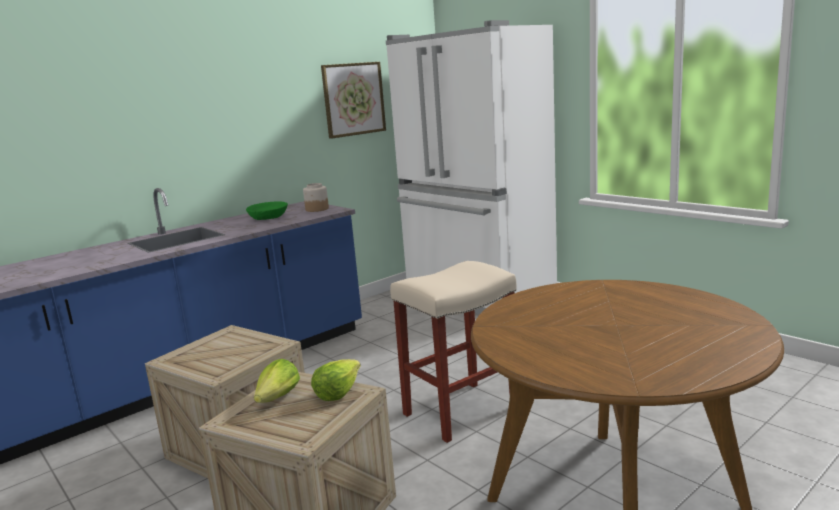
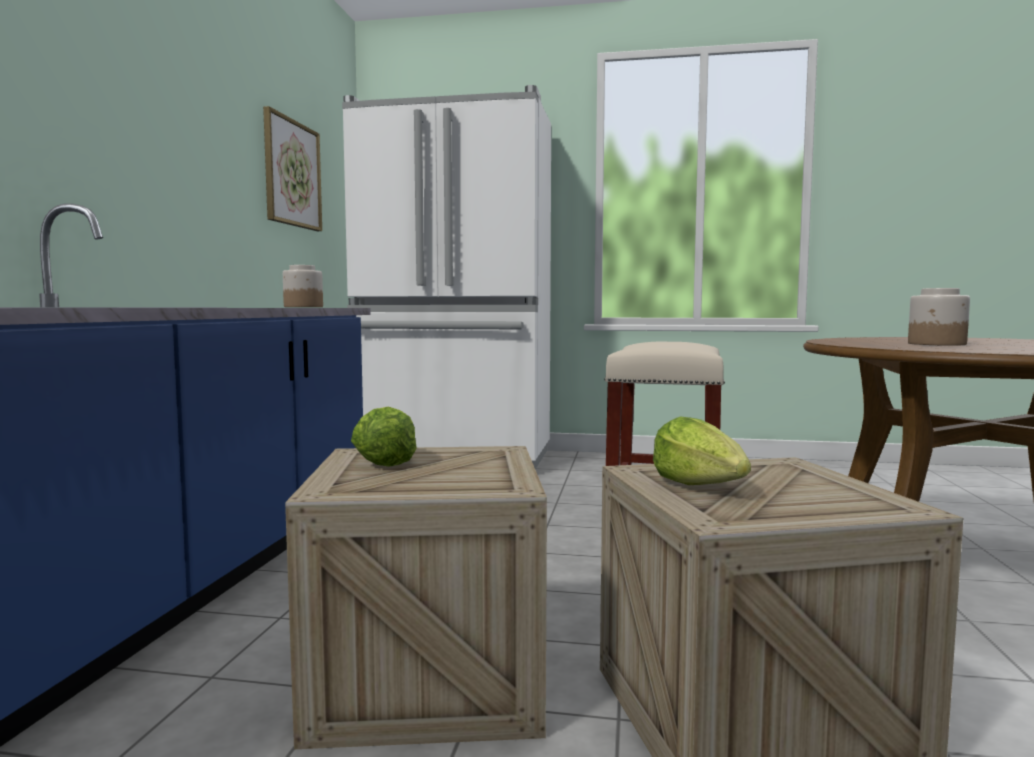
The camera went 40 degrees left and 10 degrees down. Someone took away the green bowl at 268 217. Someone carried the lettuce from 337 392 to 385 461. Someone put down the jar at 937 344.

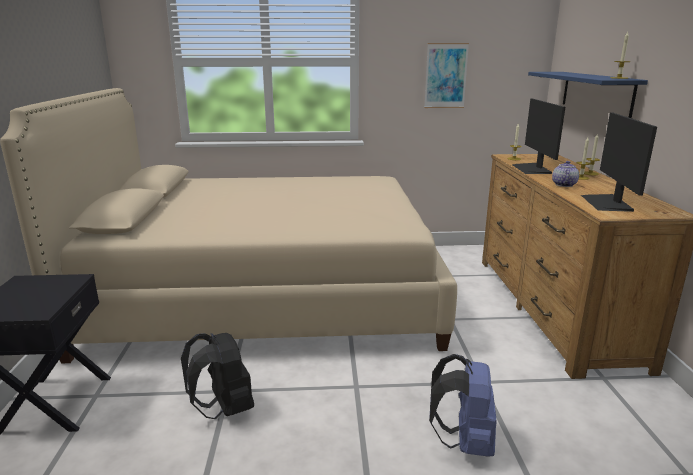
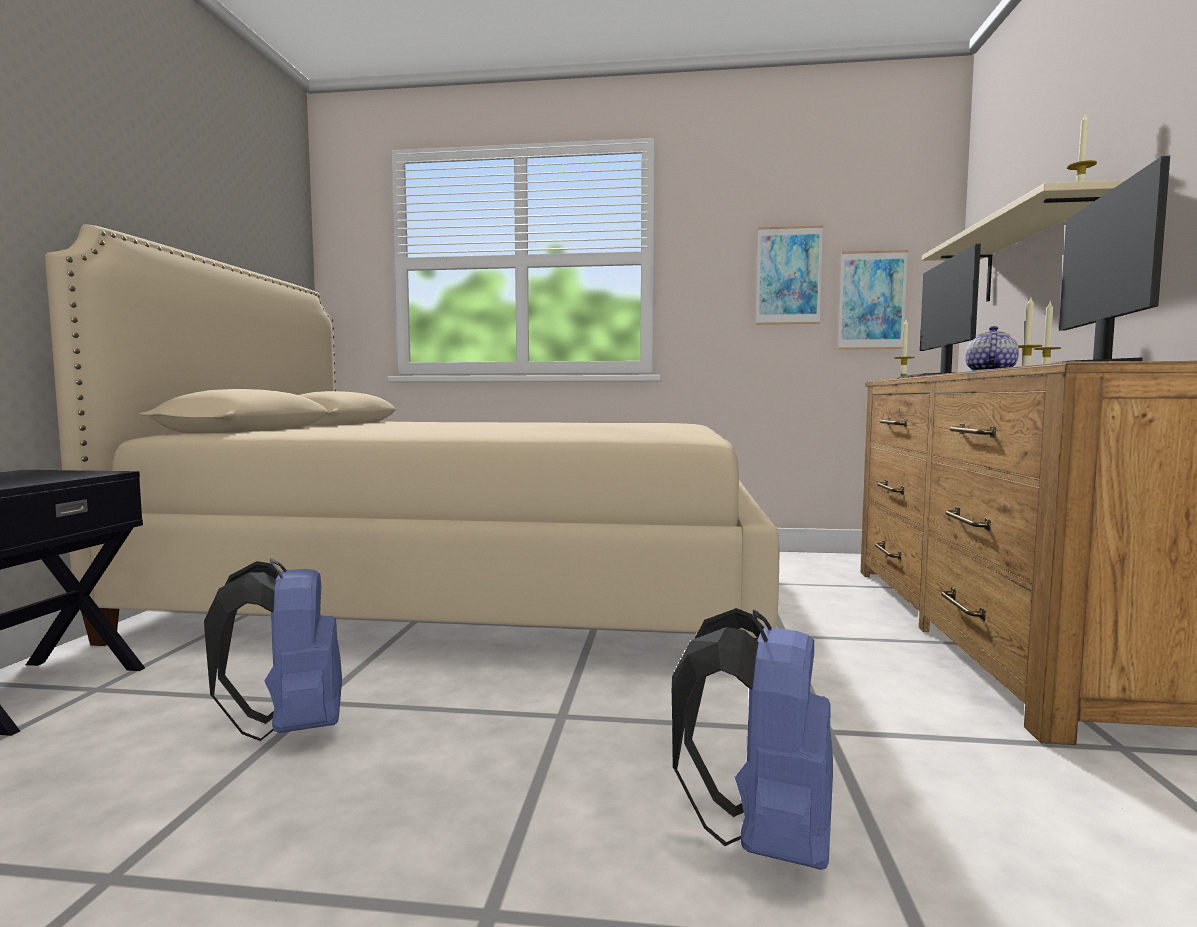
The camera went 10 degrees right and 15 degrees down. Someone repainted the black backpack at 224 408, which became the blue backpack at 291 727. Someone repainted the blue shelf at 596 93, which became the beige shelf at 1042 254. Someone put up the picture at 872 300.

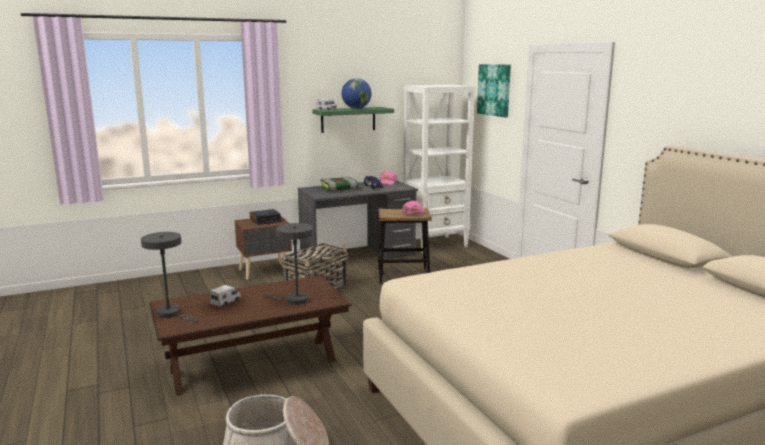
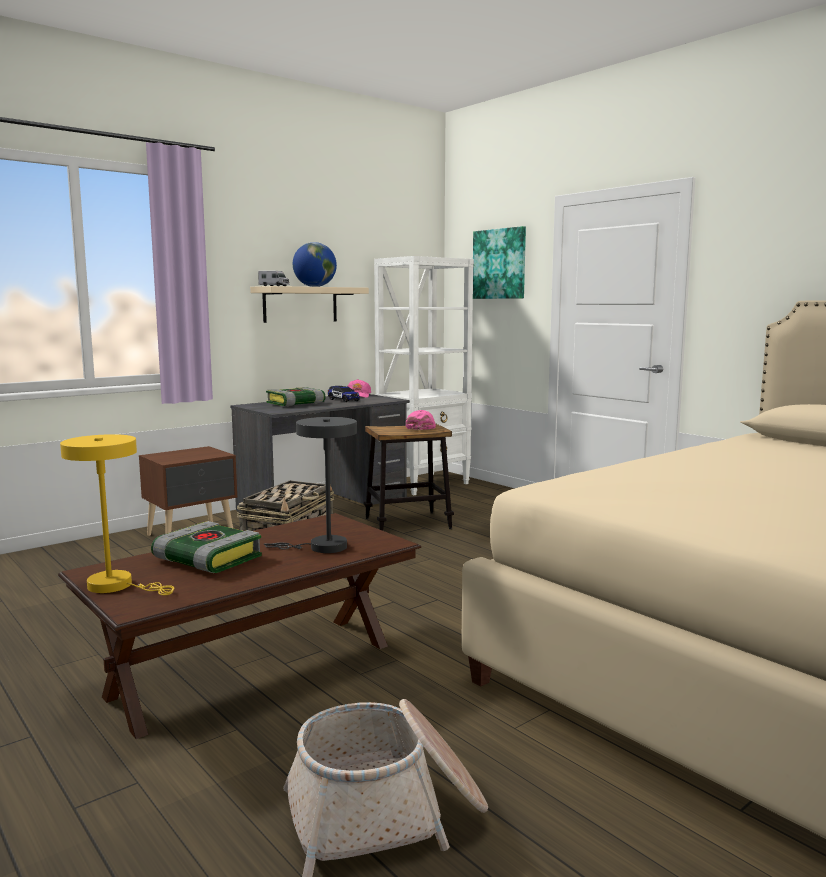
The camera went 15 degrees left and 5 degrees down. Someone repainted the grey table lamp at 172 314, which became the yellow table lamp at 117 586. Someone swapped the toy truck at 226 302 for the book at 206 559. Someone took away the alarm clock at 265 220. Someone repainted the green shelf at 348 119, which became the beige shelf at 300 304.

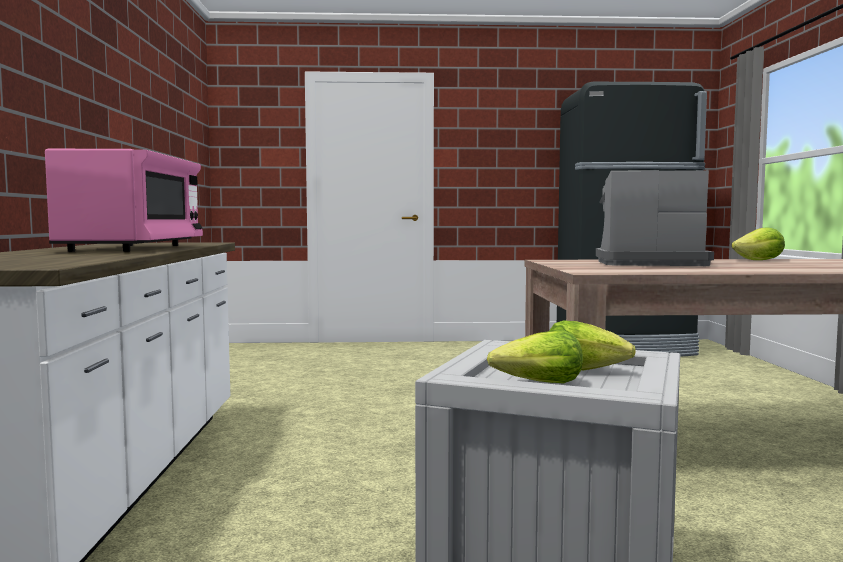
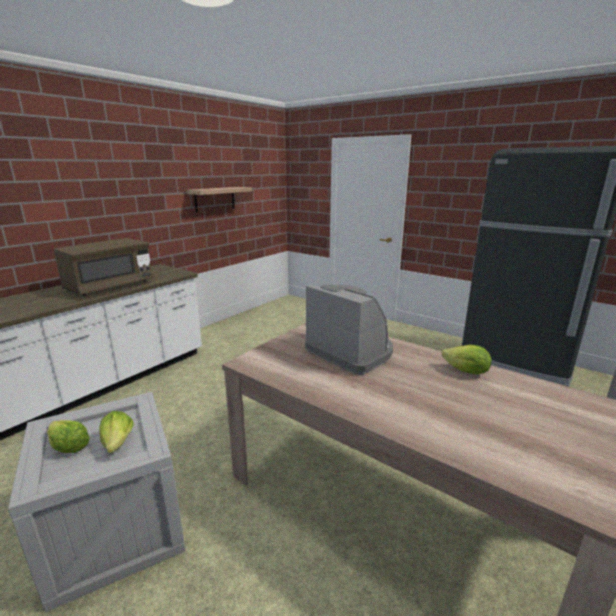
The camera went 40 degrees right and 15 degrees up. Someone repainted the pink microwave at 134 248, which became the brown microwave at 110 286. Someone put up the shelf at 214 199.

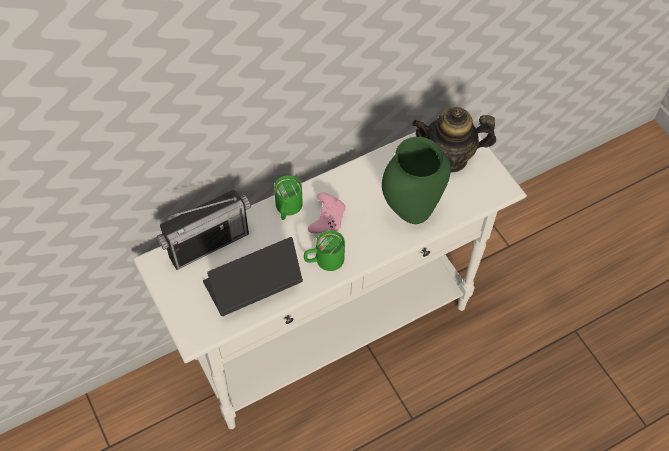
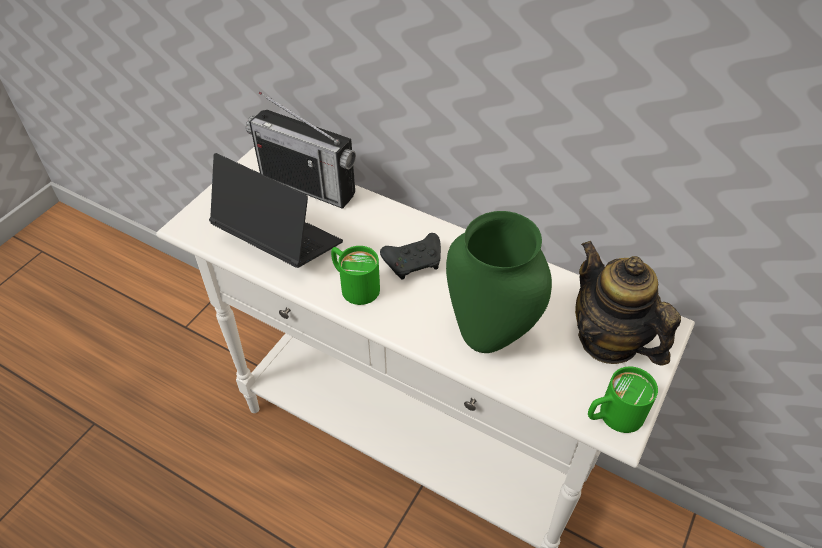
The camera went 60 degrees right and 10 degrees down. Someone carried the green mug from 287 209 to 612 416. Someone repainted the pink game controller at 327 218, which became the black game controller at 414 262.

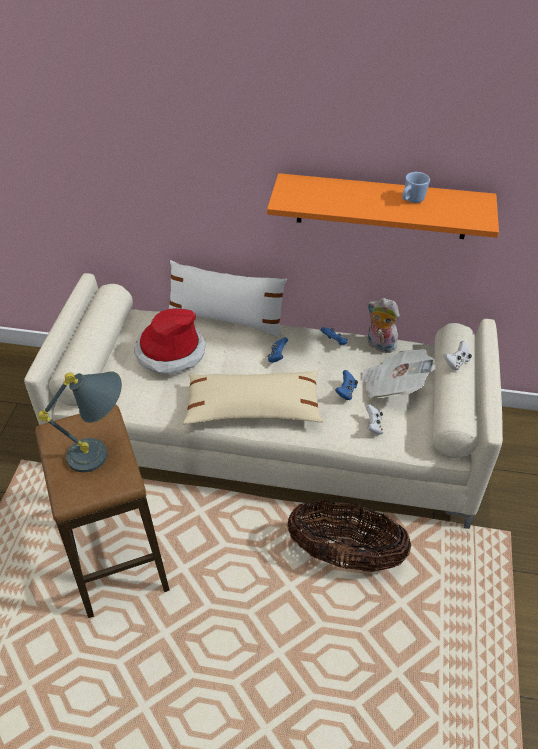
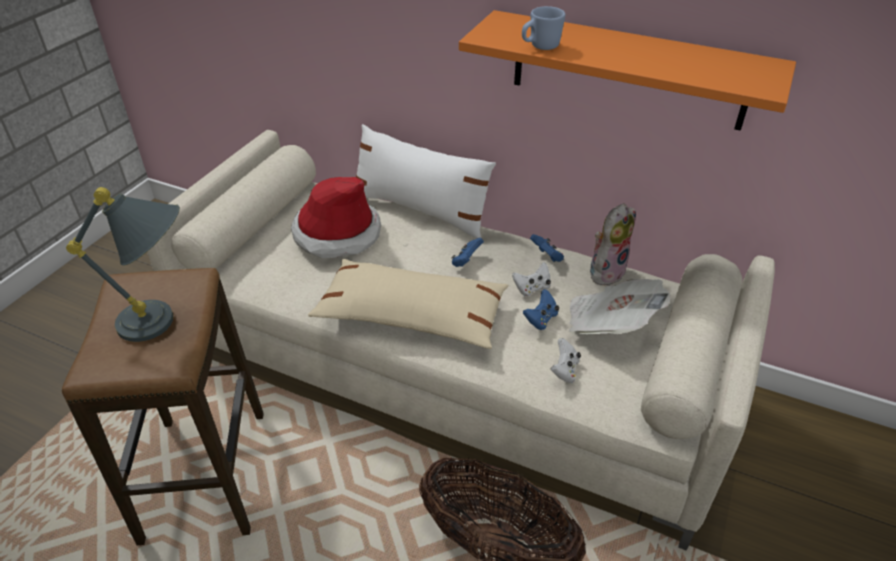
The camera went 15 degrees right and 5 degrees down. Someone rotated the plush toy at 379 345 by 90 degrees clockwise. Someone carried the blue mug from 411 200 to 540 47. Someone carried the white game controller from 456 362 to 532 288.

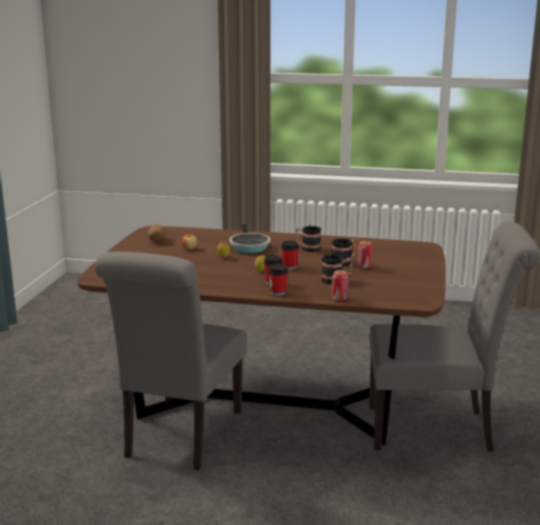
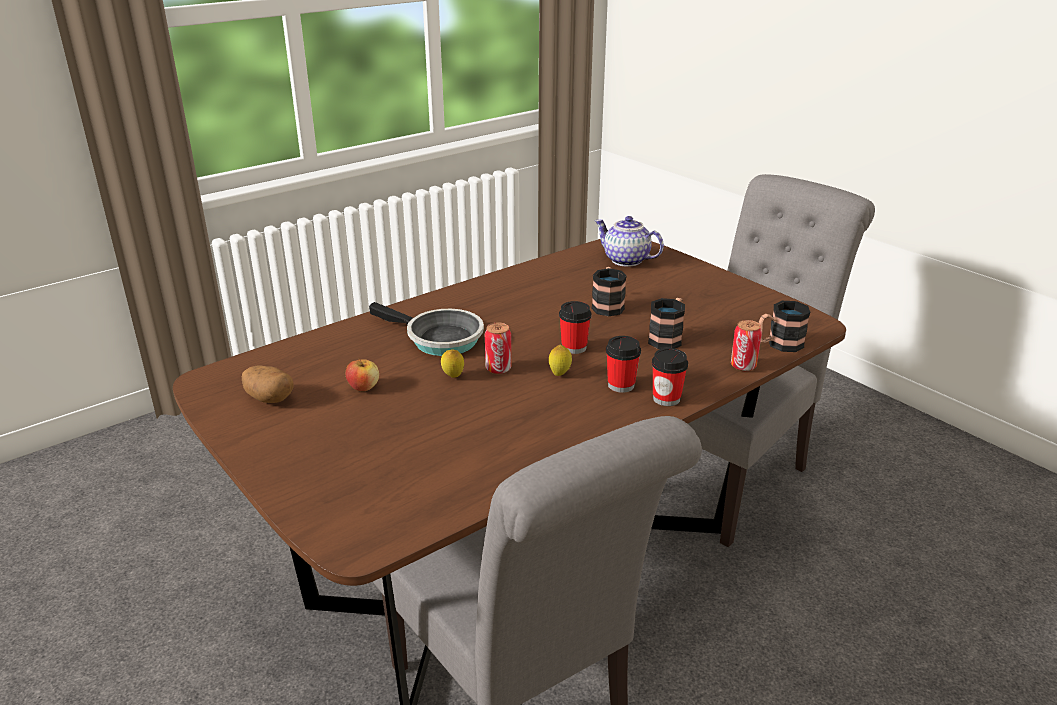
The camera went 50 degrees left and 10 degrees up. Someone carried the mug from 307 248 to 778 344. Someone carried the can from 364 267 to 498 369. Someone put down the teapot at 625 260.

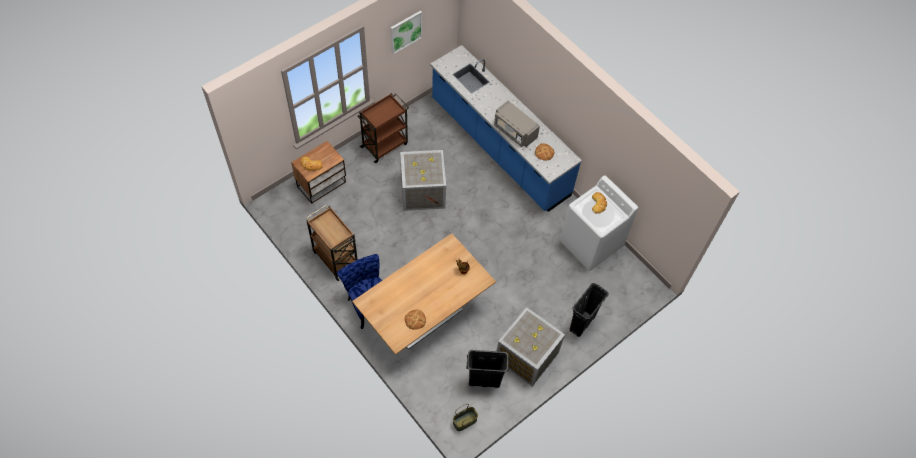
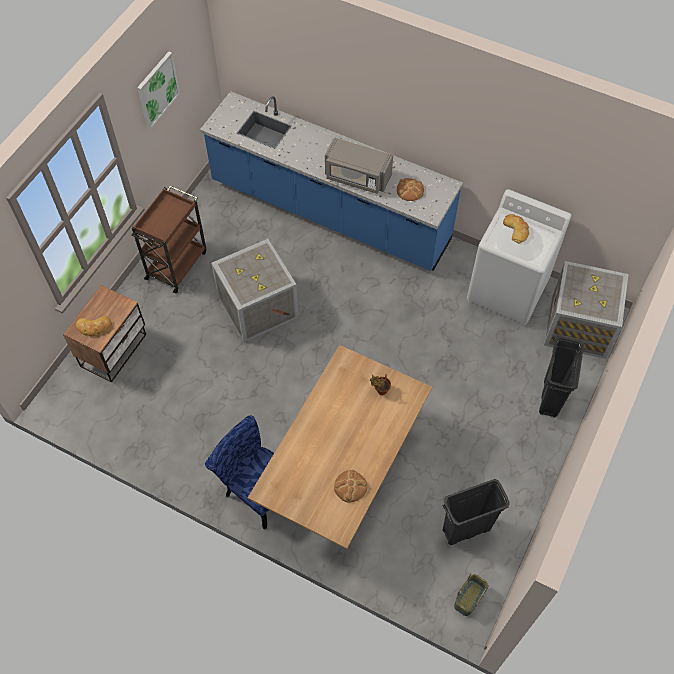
The camera went 20 degrees left and 0 degrees up. Someone took away the brown cart at 335 258. Someone carried the crate from 527 357 to 579 327.

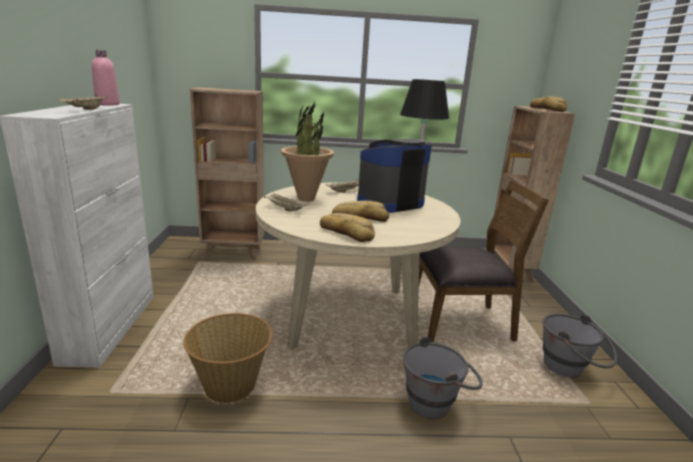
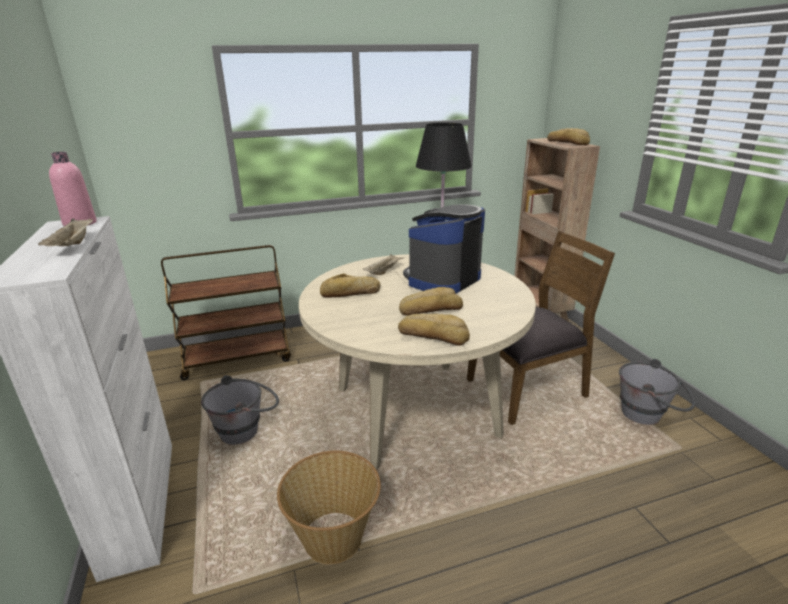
The camera went 15 degrees left and 5 degrees up. Someone swapped the brown bookcase at 234 253 for the brown cart at 238 359. Someone took away the beige tray at 284 209. Someone swapped the potted plant at 306 199 for the bread at 350 293. Someone carried the grey bucket from 437 402 to 247 429.

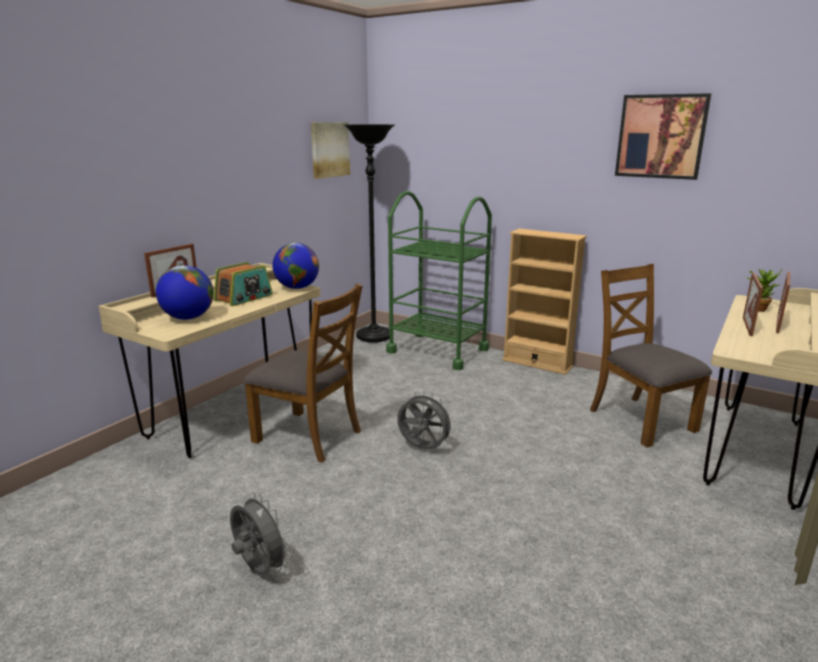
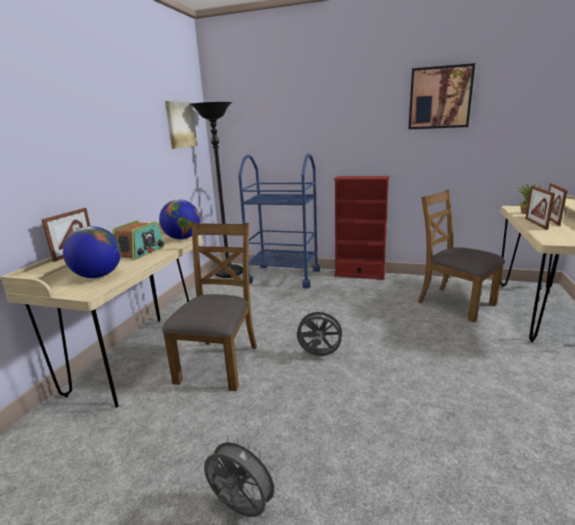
The camera went 15 degrees left and 0 degrees up. Someone rotated the brown chair at 309 436 by 90 degrees counterclockwise. Someone repainted the green cart at 437 350, which became the blue cart at 283 276. Someone repainted the beige bookcase at 537 363, which became the red bookcase at 359 274.

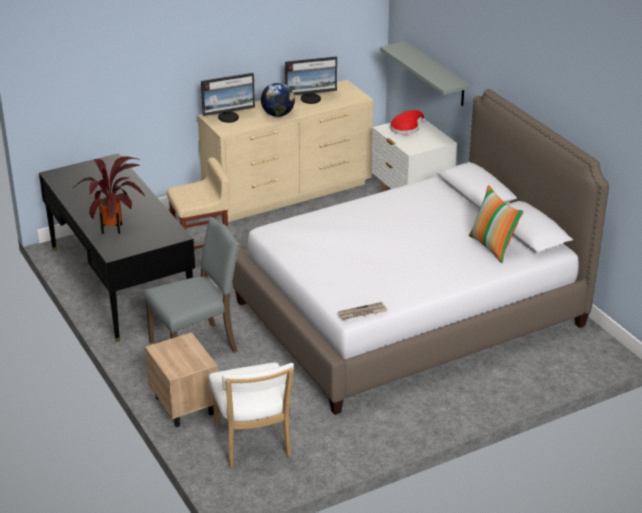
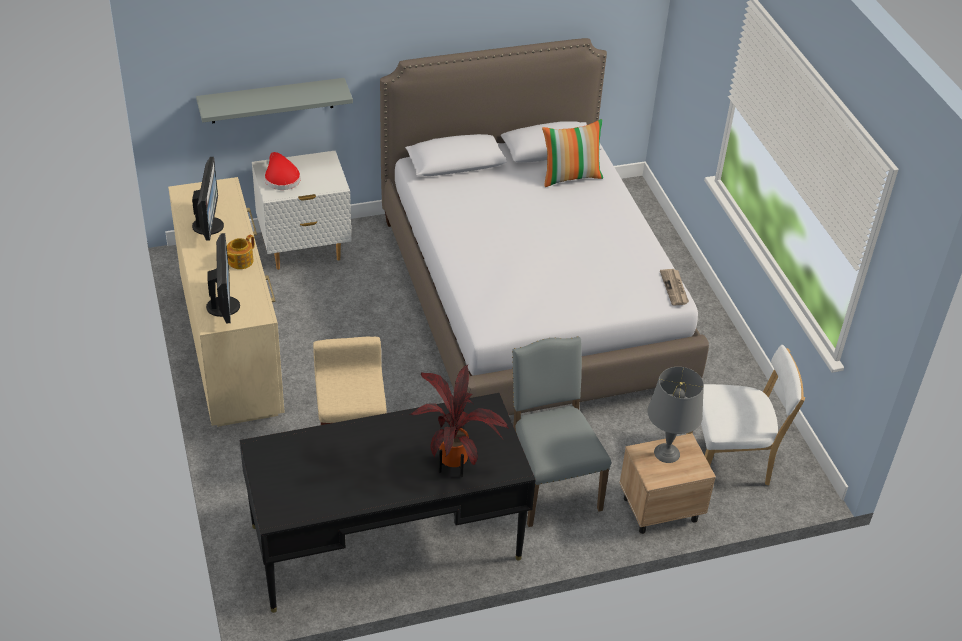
The camera went 80 degrees left and 10 degrees up. Someone swapped the globe at 278 115 for the teapot at 240 261. Someone put down the grey table lamp at 667 453.

